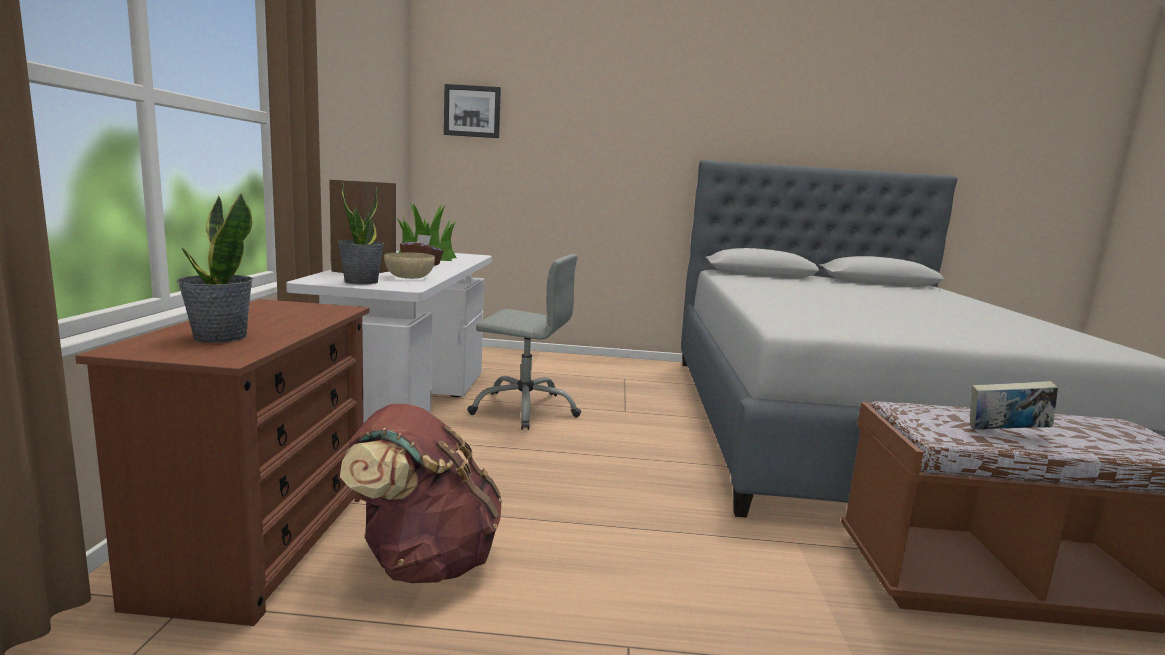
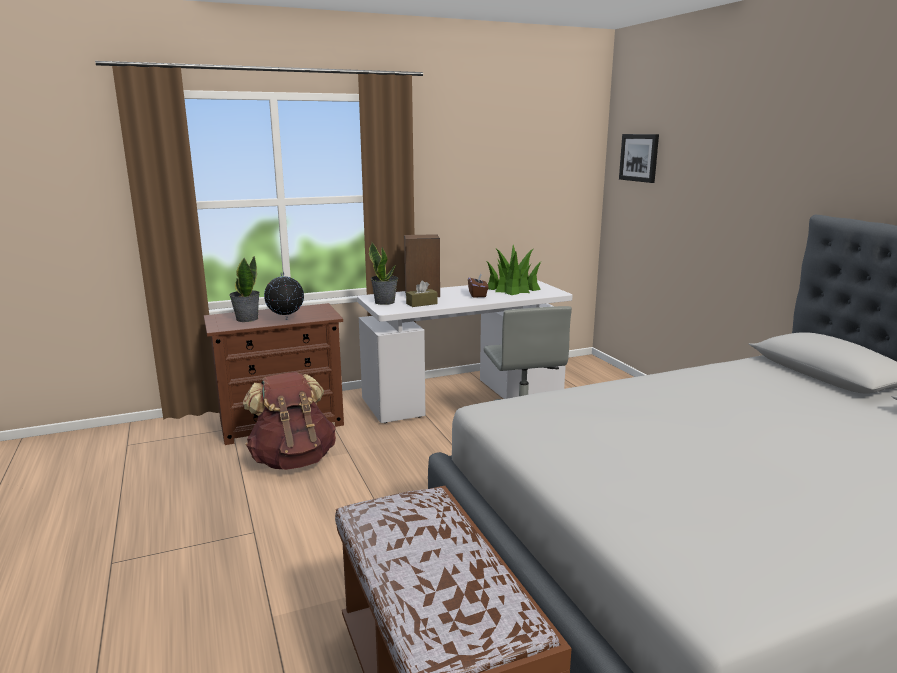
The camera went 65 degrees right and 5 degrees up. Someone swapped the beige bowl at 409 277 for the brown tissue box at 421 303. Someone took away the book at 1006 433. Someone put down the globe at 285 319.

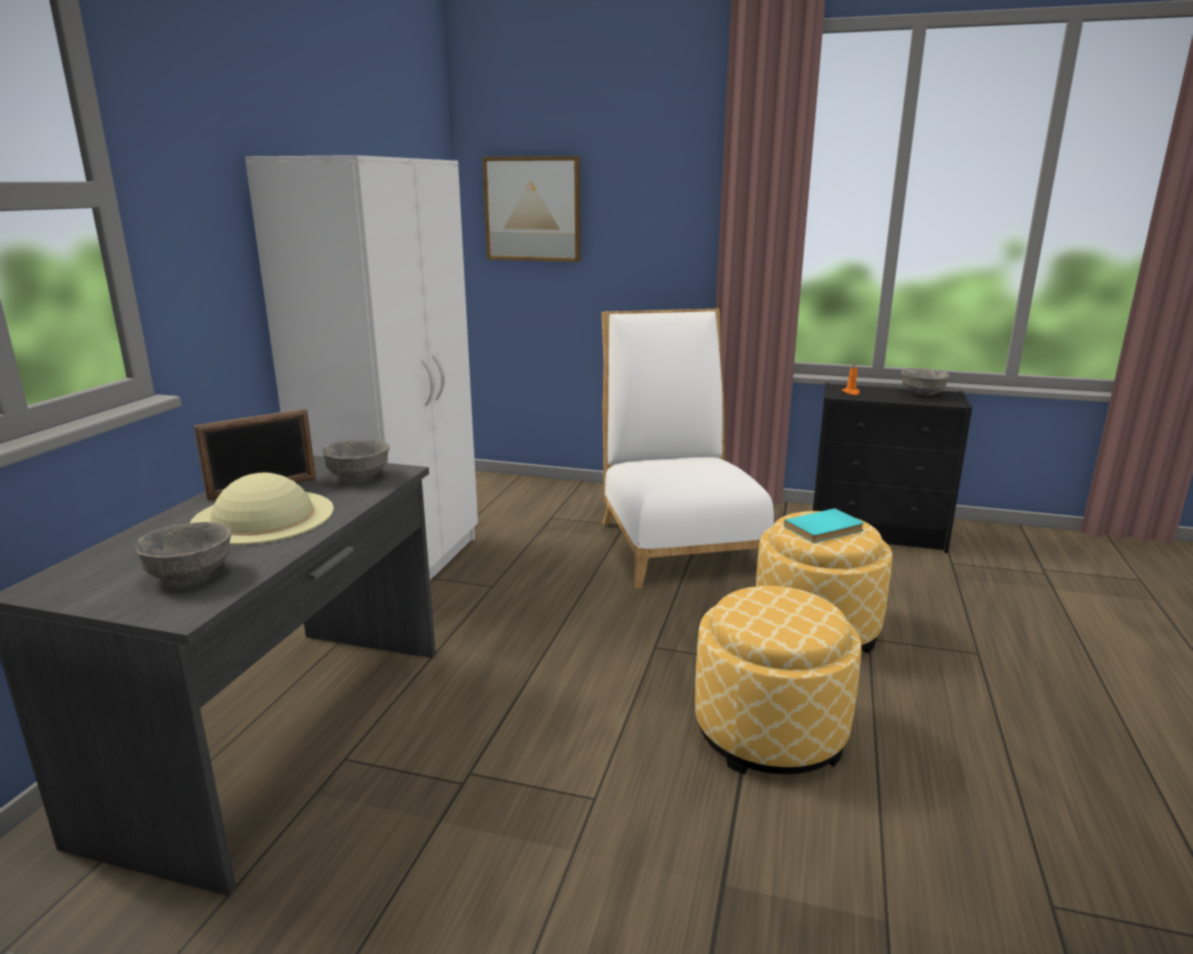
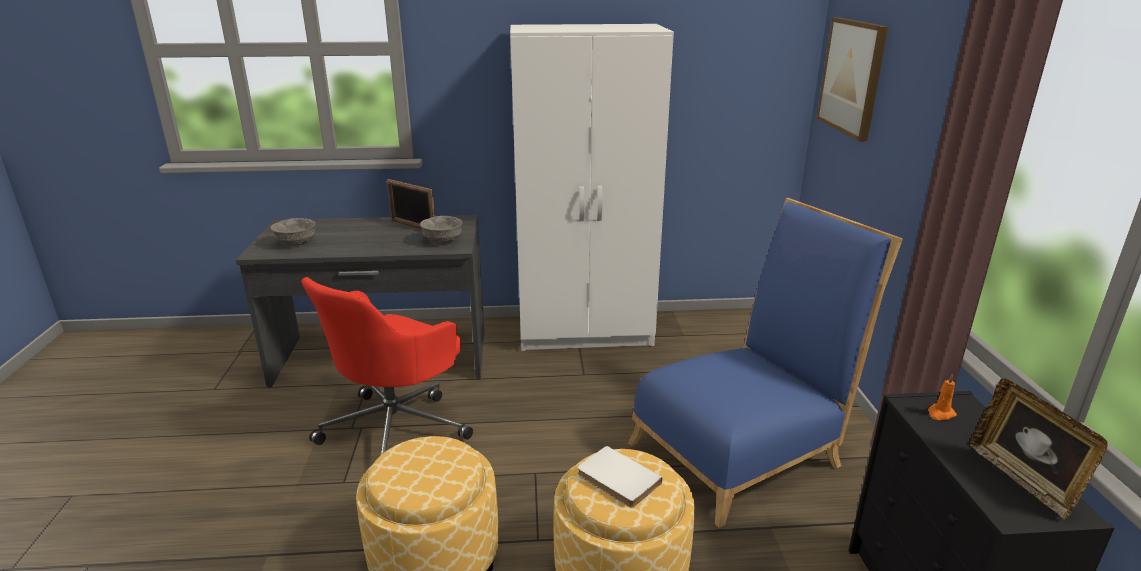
The camera went 70 degrees right and 5 degrees up. Someone took away the beige hat at 263 517. Someone repainted the white chair at 677 541, which became the blue chair at 743 449. Someone repainted the turquoise book at 825 529, which became the white book at 616 480. Someone swapped the grey bowl at 922 393 for the picture frame at 1023 479. Someone put down the red office chair at 396 428.

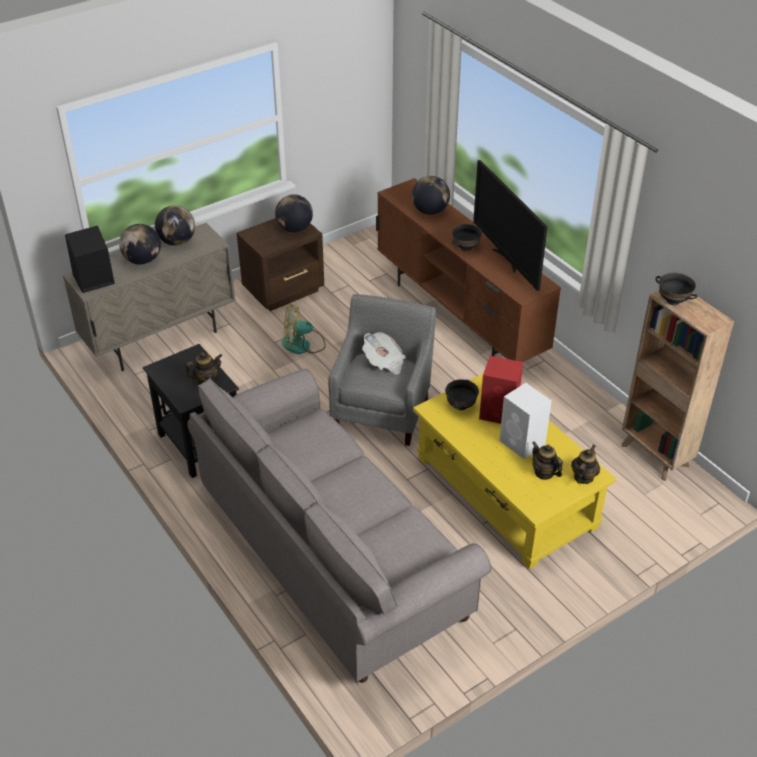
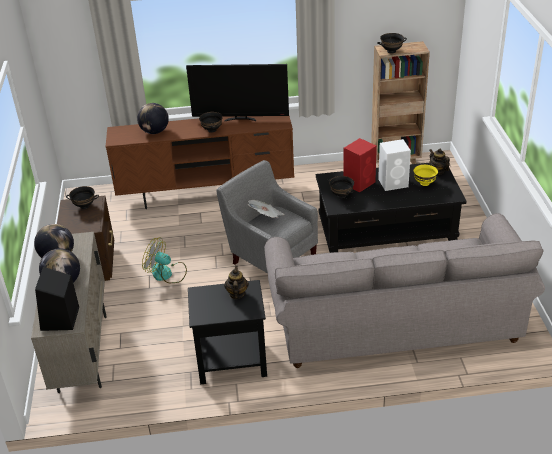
The camera went 60 degrees left and 5 degrees down. Someone swapped the globe at 294 229 for the black bowl at 84 206. Someone rotated the fan at 303 345 by 90 degrees clockwise. Someone repainted the yellow coffee table at 505 491, which became the black coffee table at 386 229. Someone swapped the teapot at 544 473 for the yellow bowl at 425 183.

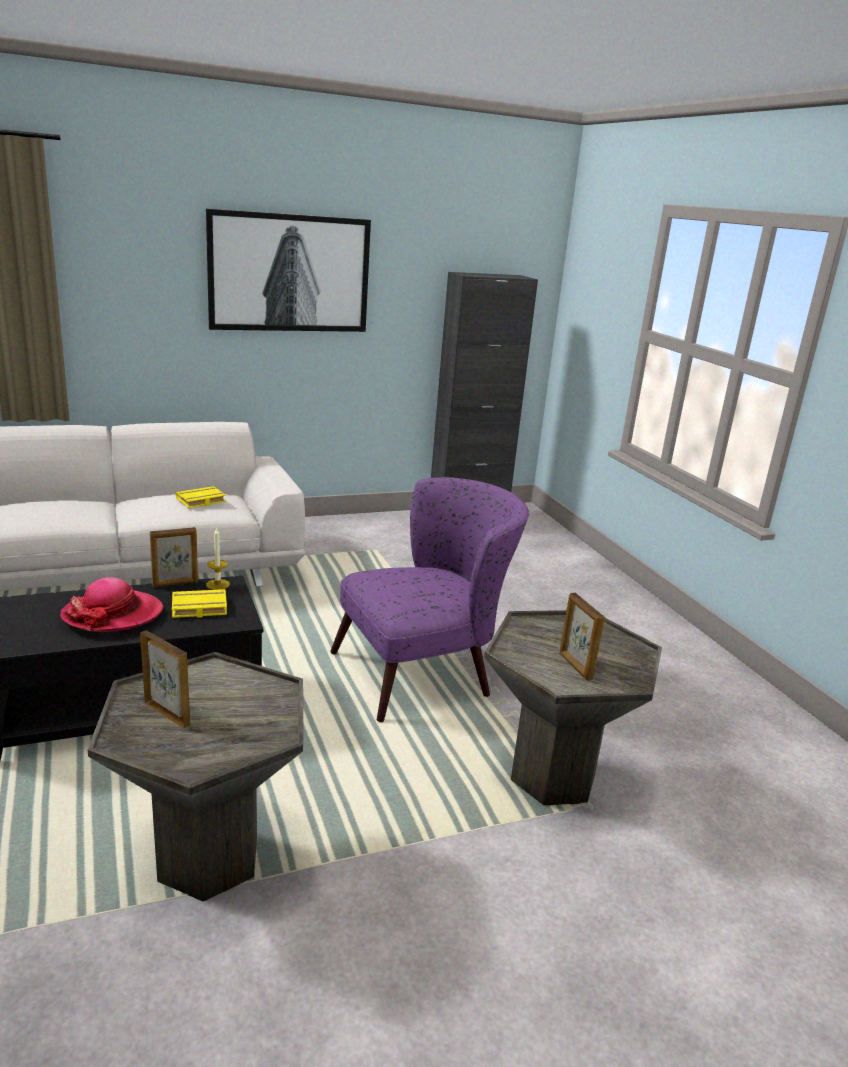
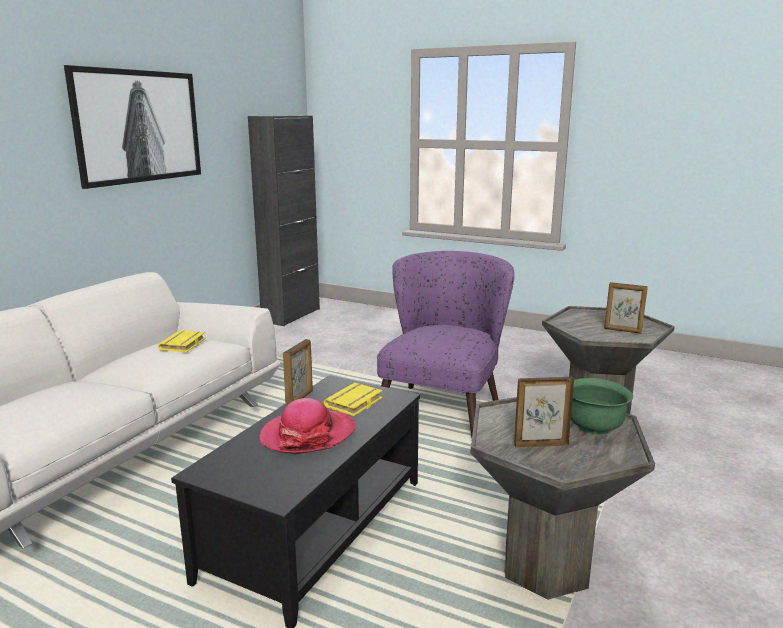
The camera went 40 degrees left and 5 degrees down. Someone took away the candle at 217 584. Someone put down the green bowl at 594 428.

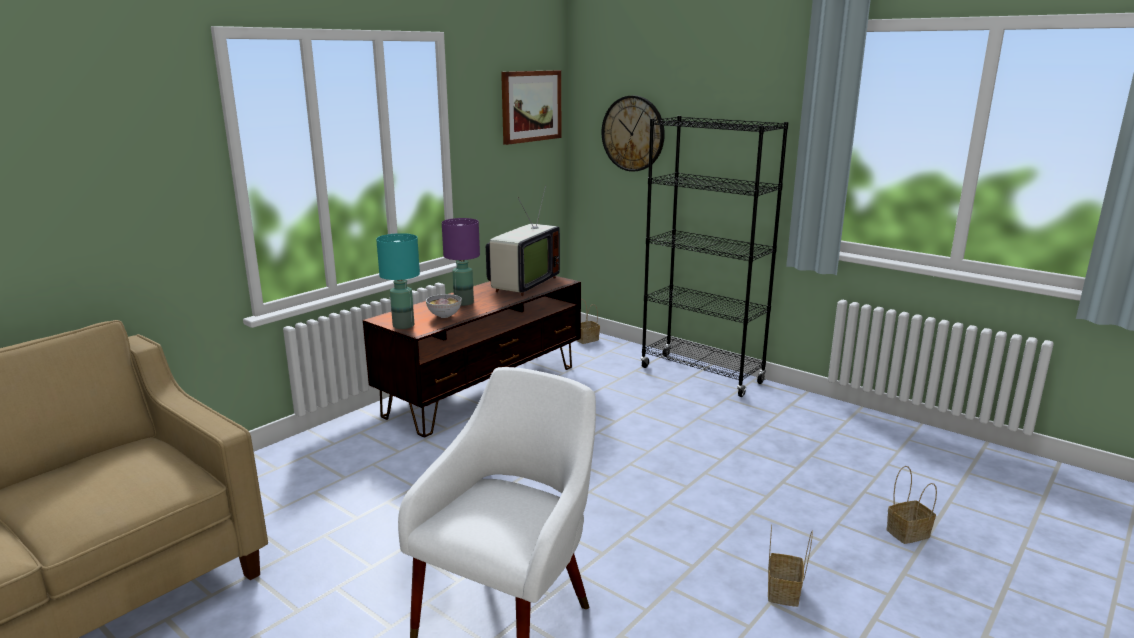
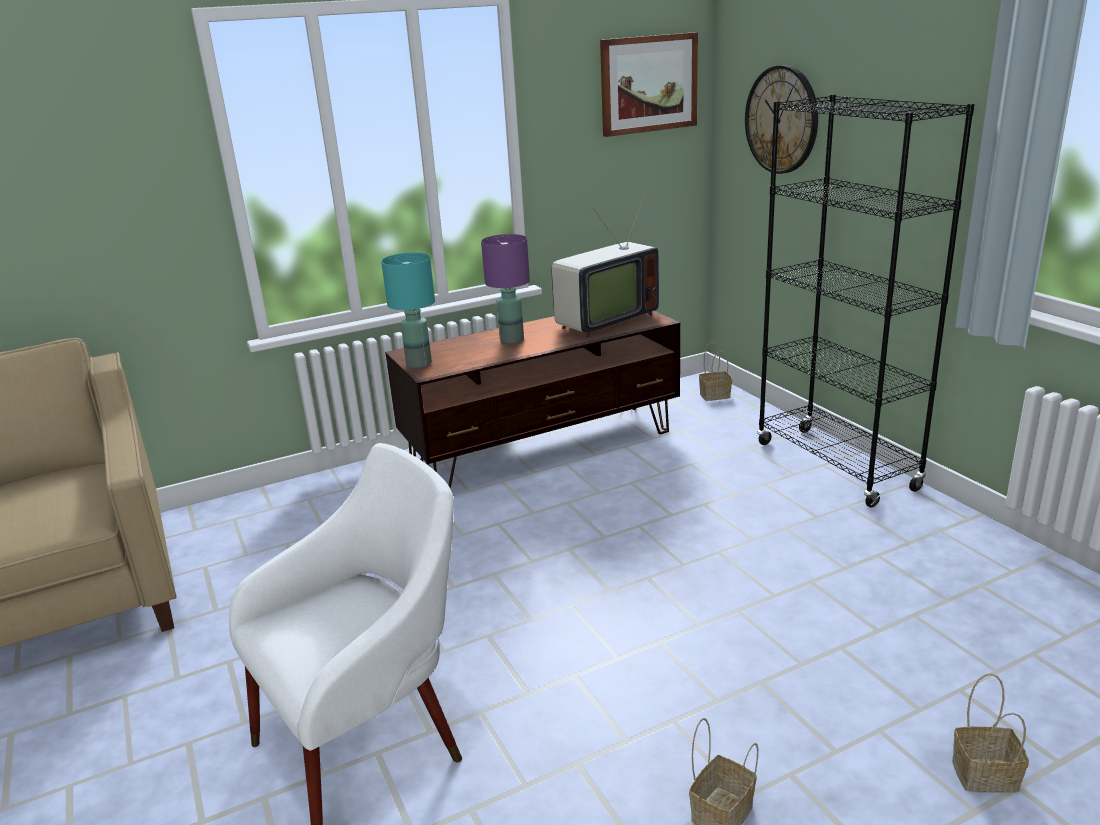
The camera went 25 degrees right and 5 degrees up. Someone took away the bowl at 445 316.

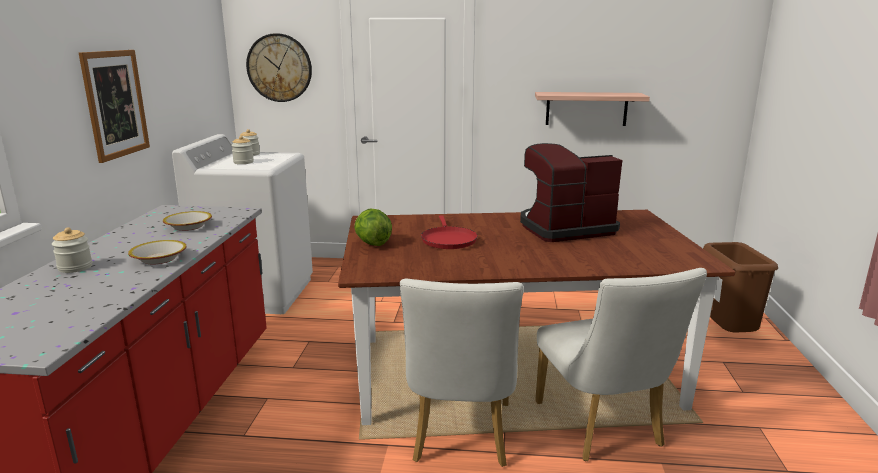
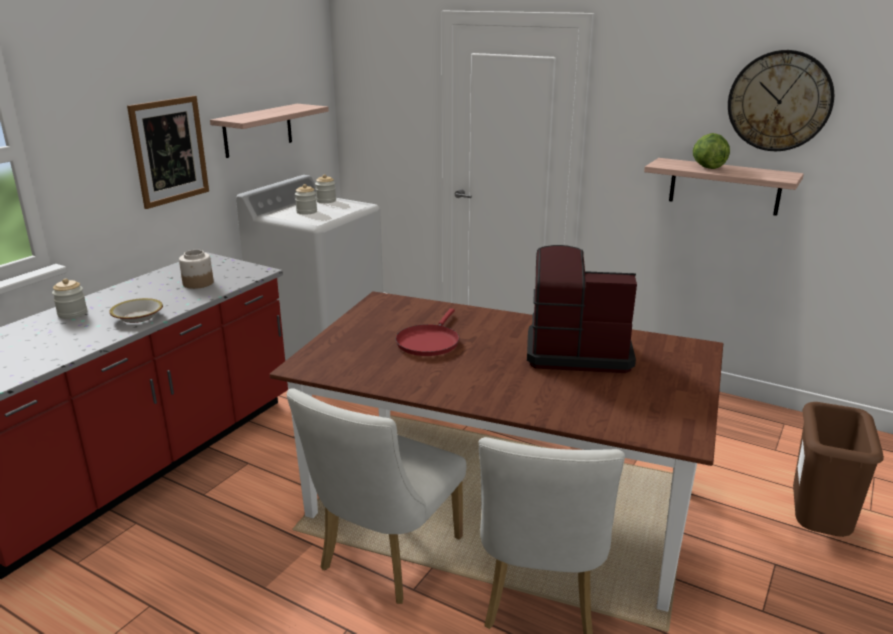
The camera went 25 degrees right and 5 degrees up. Someone swapped the bowl at 188 227 for the jar at 198 283. Someone carried the wall clock from 279 68 to 779 101. Someone carried the lettuce from 372 243 to 707 167. Someone put up the shelf at 258 130.

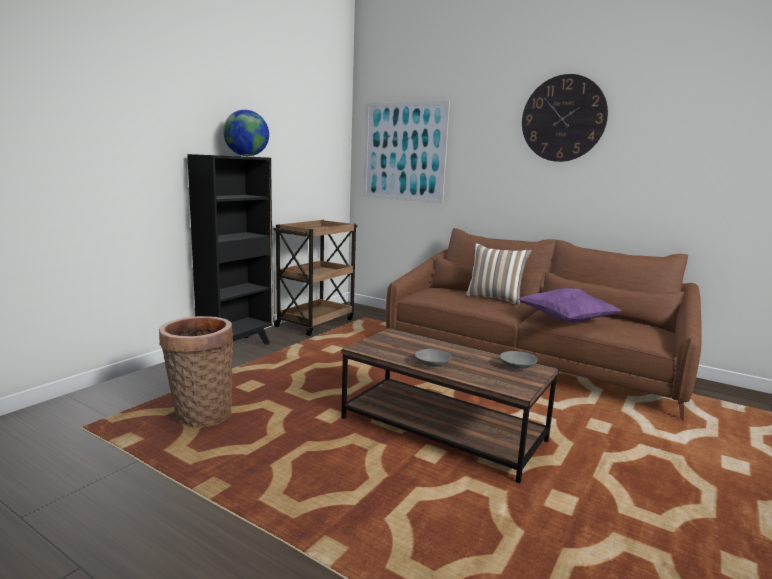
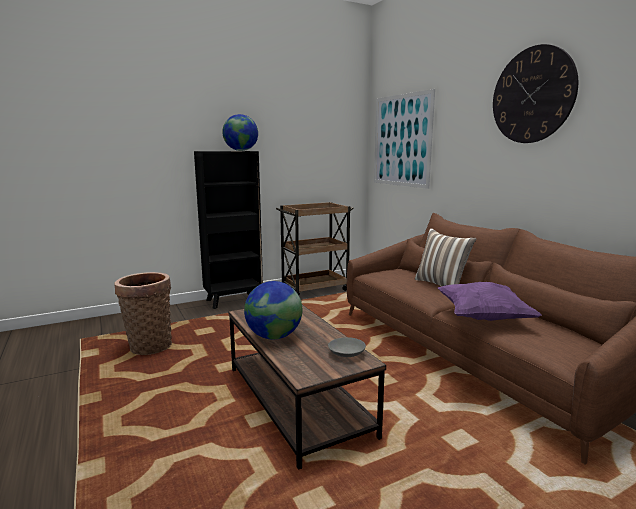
The camera went 30 degrees right and 0 degrees up. Someone swapped the grey bowl at 432 364 for the globe at 274 336.

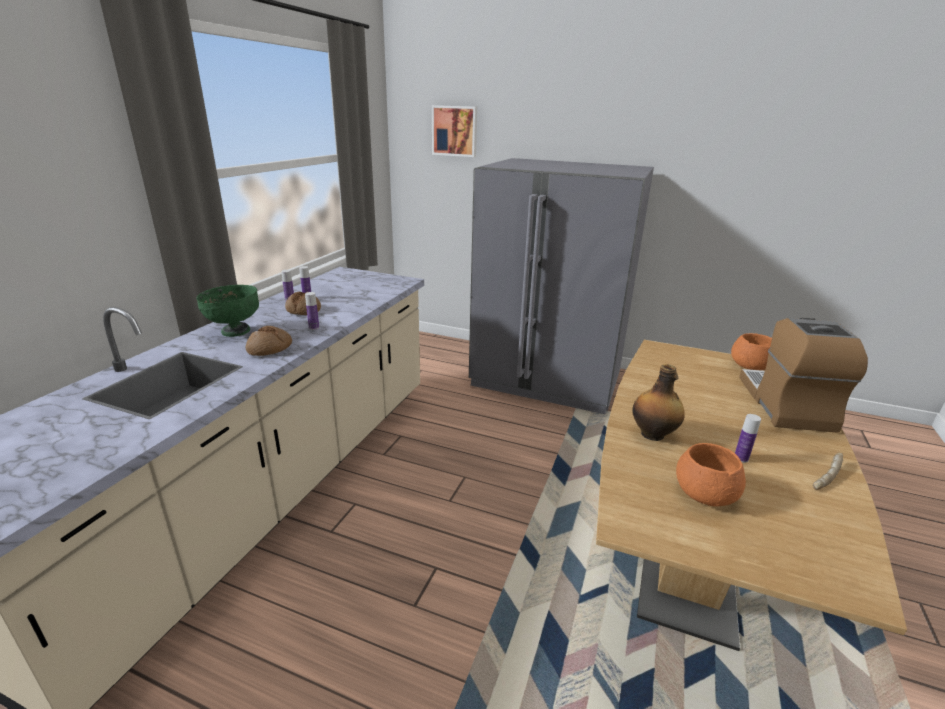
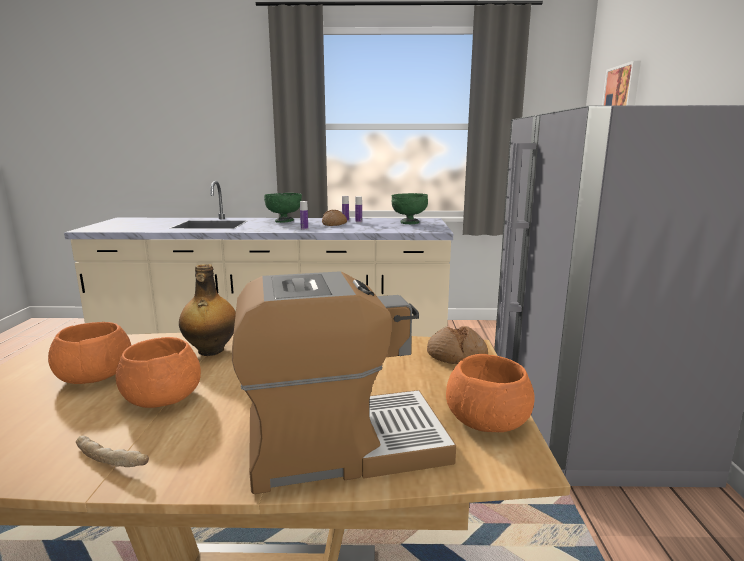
The camera went 70 degrees right and 10 degrees down. Someone carried the bread from 270 348 to 456 356. Someone swapped the bottle at 741 458 for the orange bowl at 162 397. Someone put down the green bowl at 409 223.

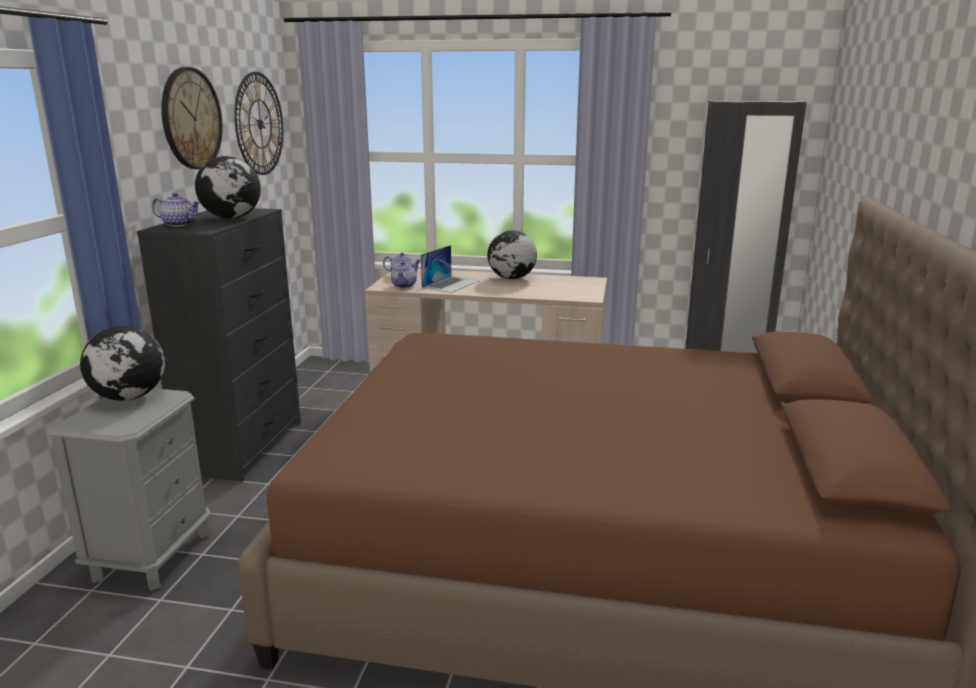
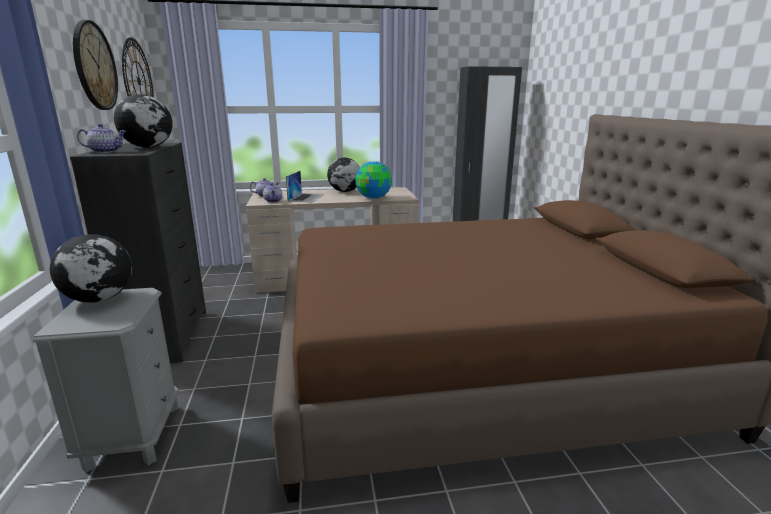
The camera went 20 degrees left and 0 degrees up. Someone put down the globe at 374 198.

